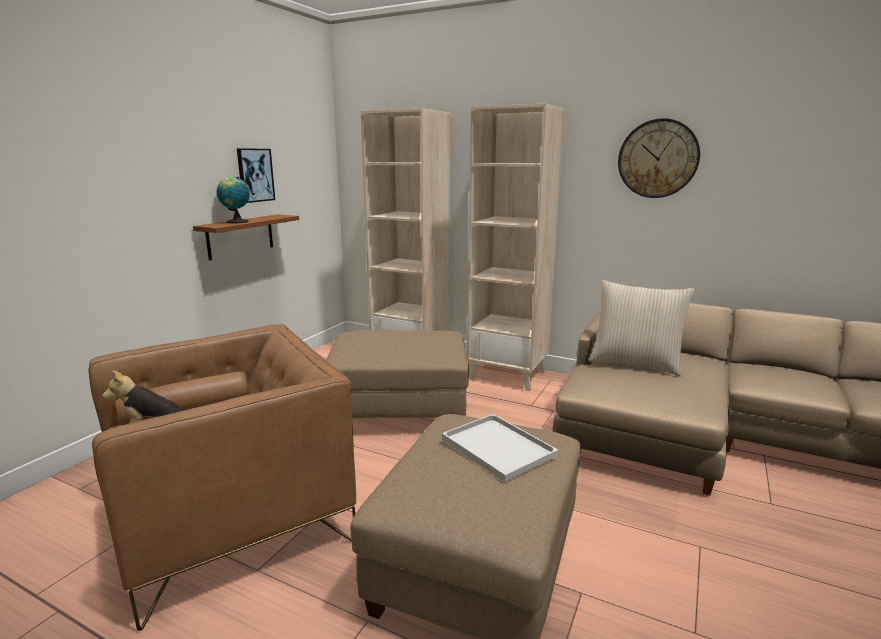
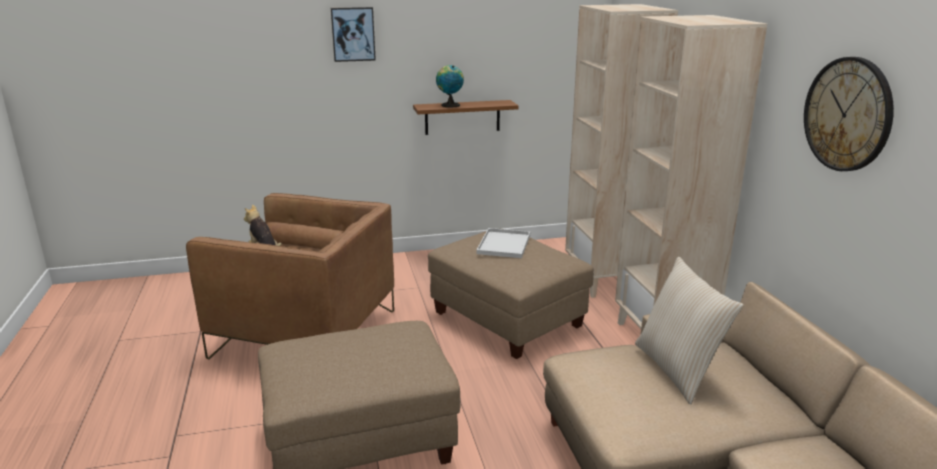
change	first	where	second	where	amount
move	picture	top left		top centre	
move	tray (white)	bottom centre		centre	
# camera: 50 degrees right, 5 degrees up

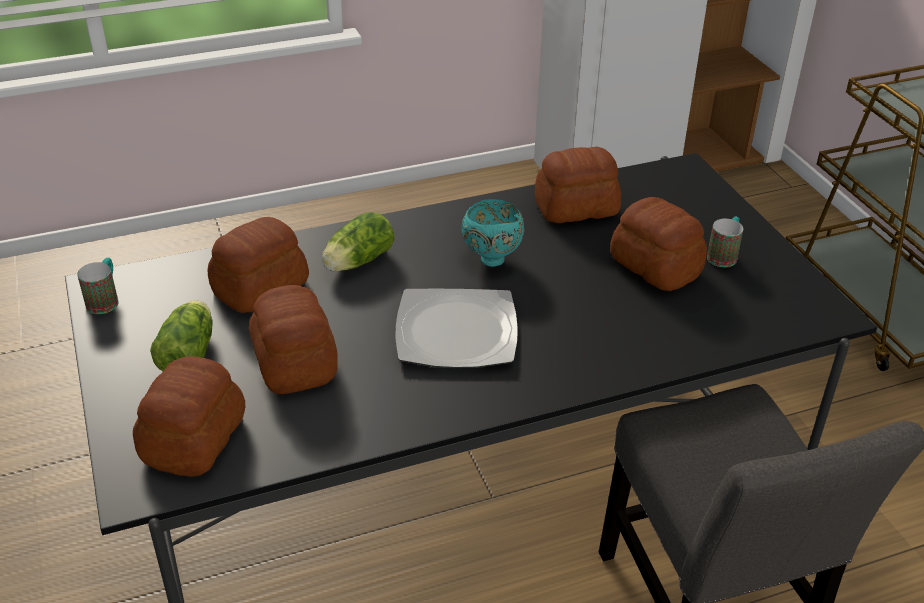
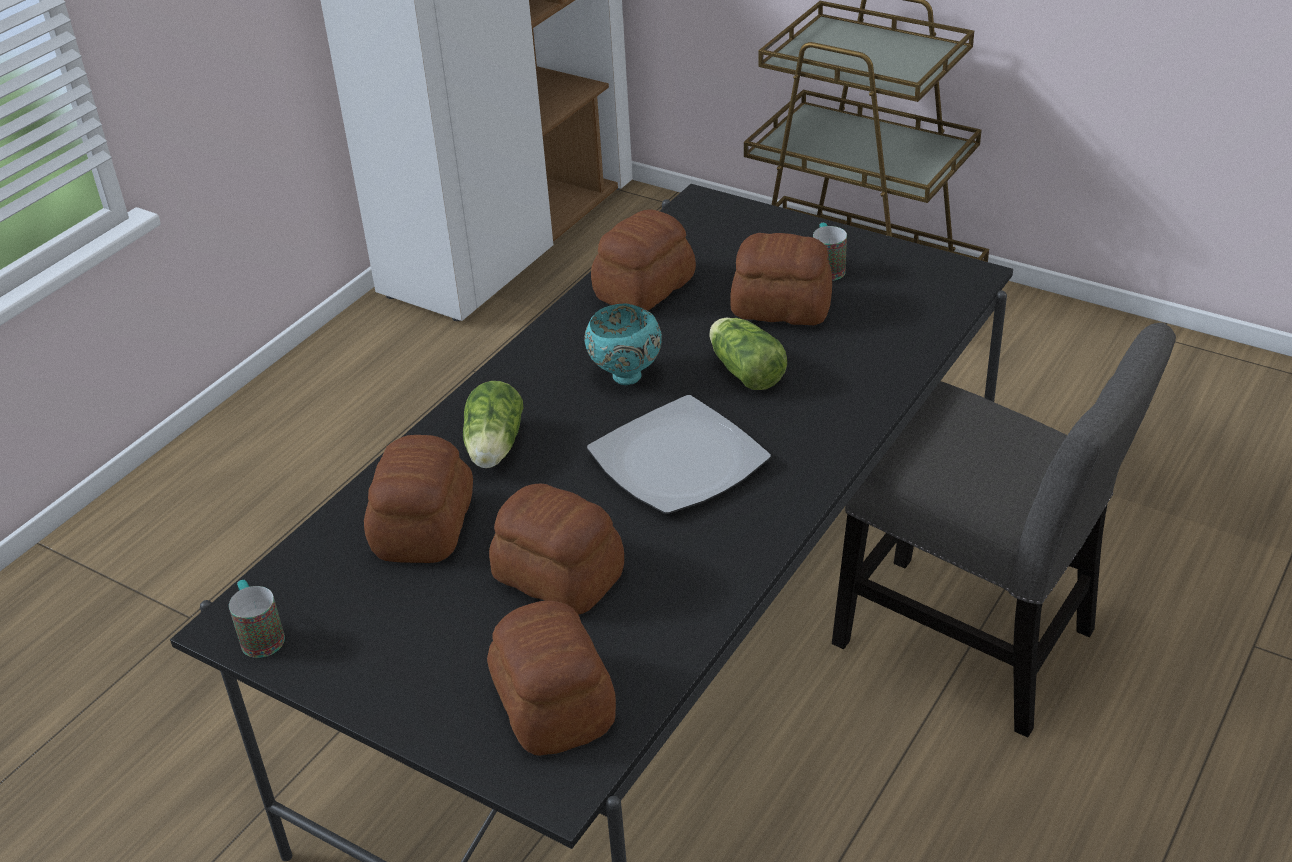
change	first	where	second	where	amount
move	lettuce (1st from left in the first image)	middle left	lettuce (2nd from left)	centre	
# camera: 35 degrees left, 0 degrees up

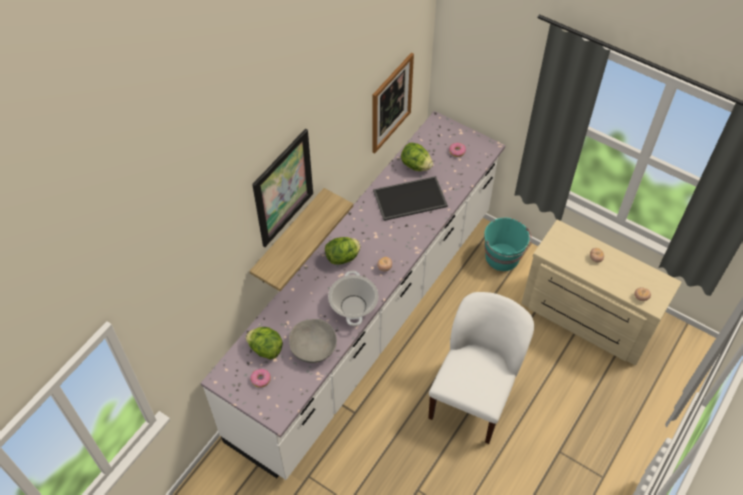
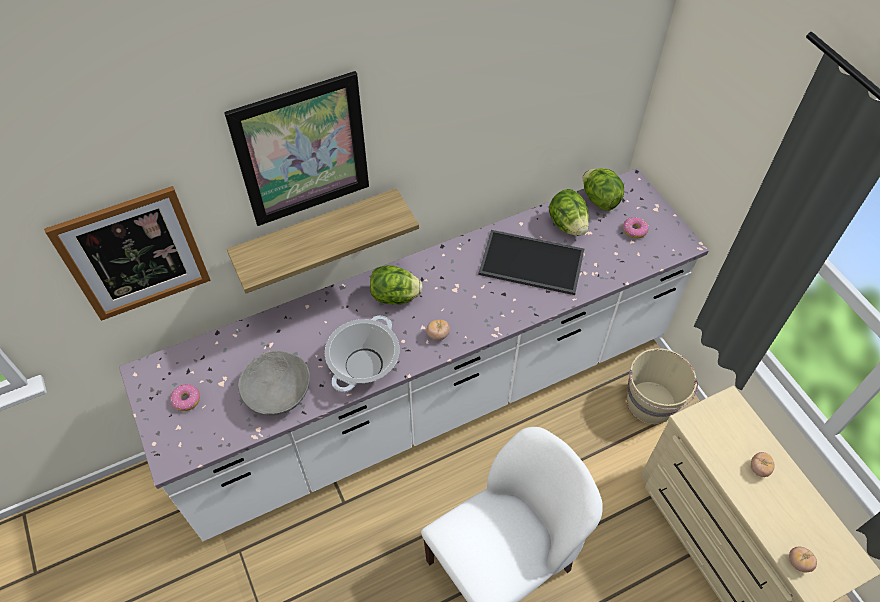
change	first	where	second	where	amount
move	picture (2nd from left in the first image)	top centre	picture (1st from left)	middle left	
move	lettuce (1st from left in the first image)	bottom centre	lettuce (3rd from left)	top right	
recolor	bucket (turquoise)	middle right	bucket (beige)	middle right	
# camera: 30 degrees right, 0 degrees up

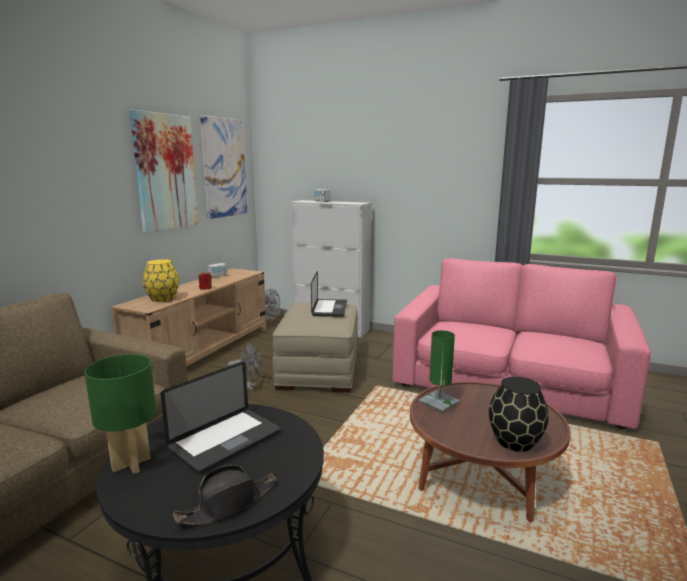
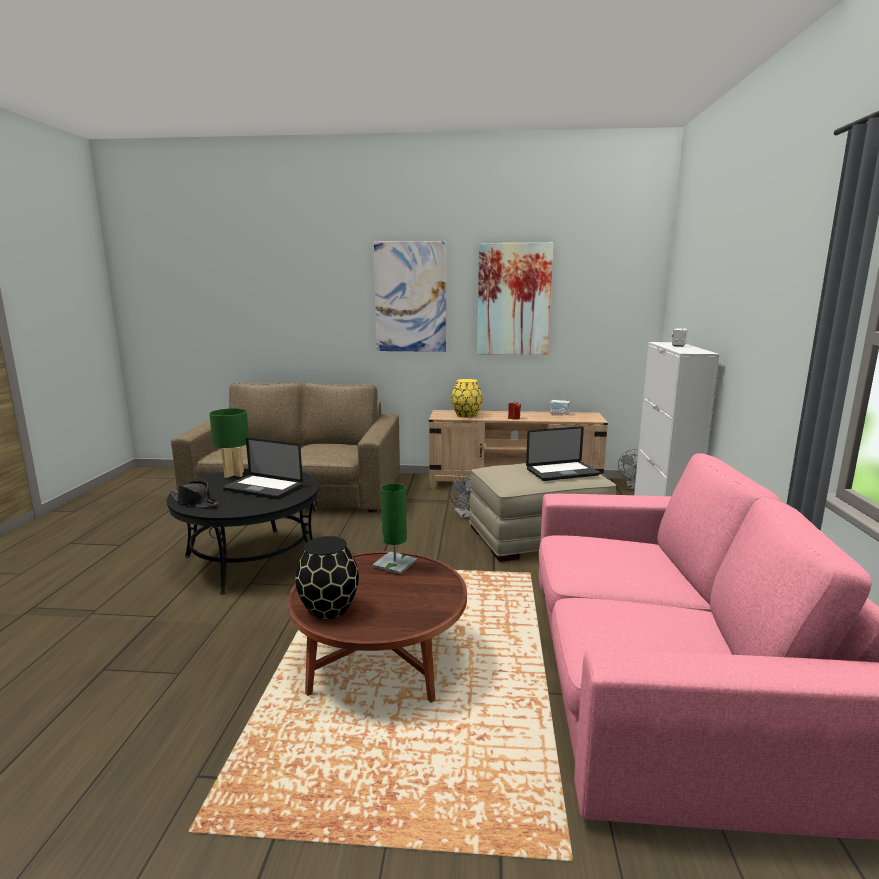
change	first	where	second	where	amount
move	picture (2nd from left in the first image)	top left	picture (1st from left)	centre	
# camera: 70 degrees right, 0 degrees up

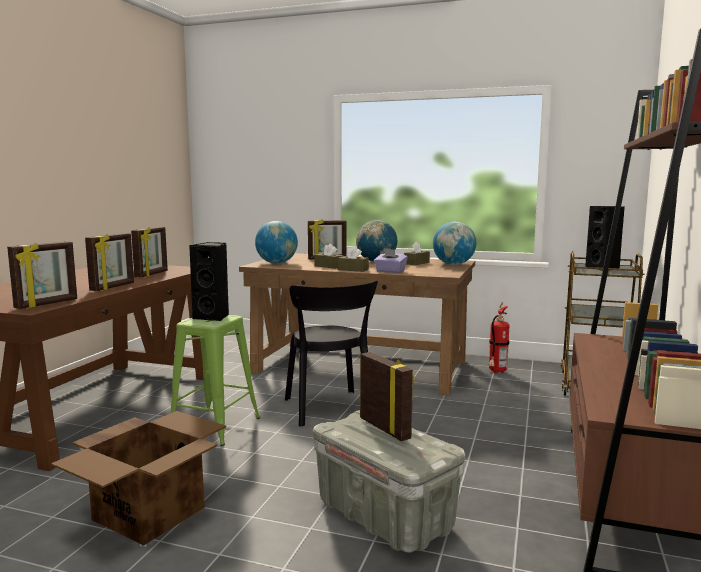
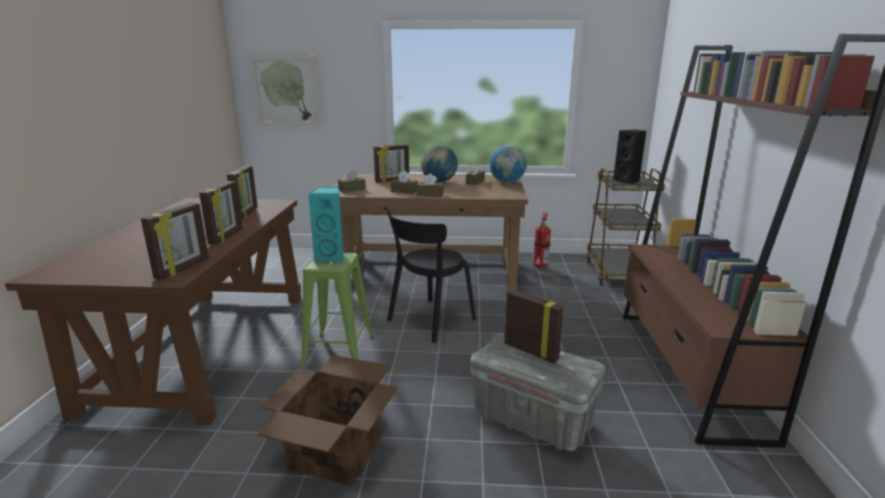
change	first	where	second	where	amount
insert			picture	top left	
recolor	speaker (black) (1st from left)	middle left	speaker (turquoise)	centre	
replace	globe (1st from left)	centre	tissue box (brown) (1st from left)	centre	
rotate	chair (black)	centre		centre	75 degrees clockwise
delete	tissue box (purple)	centre			
# camera: 15 degrees left, 10 degrees up

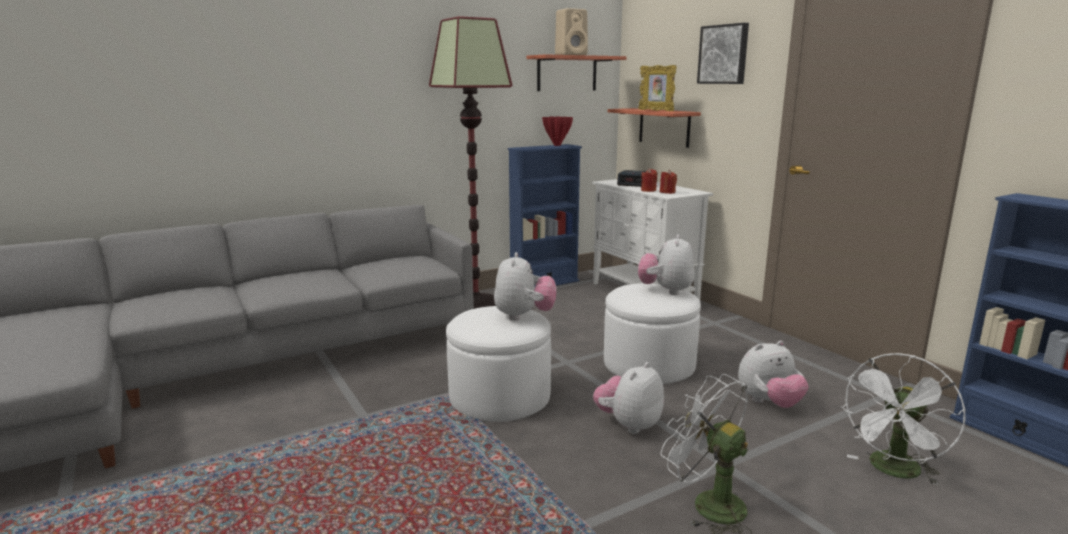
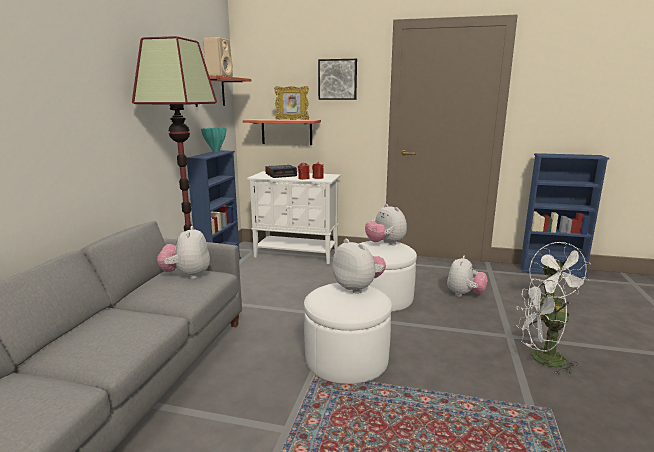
change	first	where	second	where	amount
move	plush toy (2nd from left in the first image)	bottom centre	plush toy (1st from left)	middle left	
recolor	vase (red)	top centre	vase (turquoise)	top left	
# camera: 45 degrees left, 0 degrees up

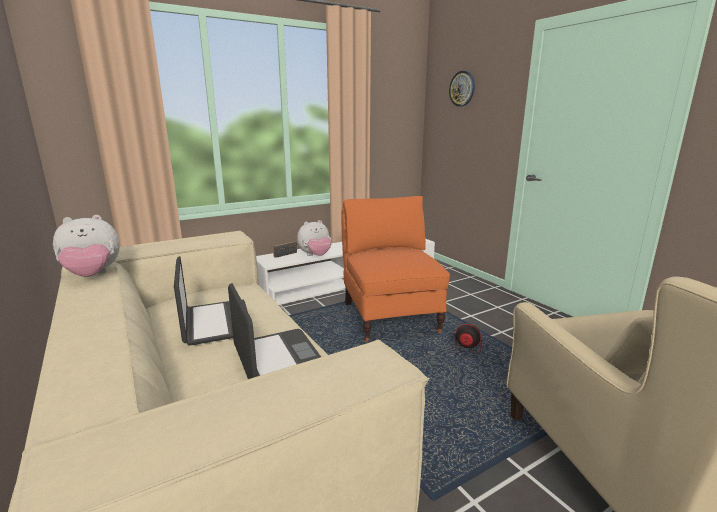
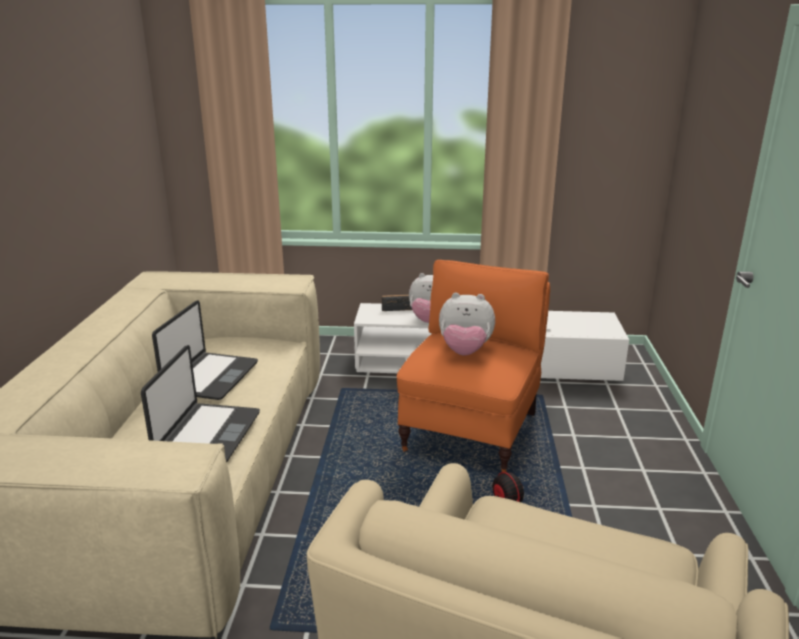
change	first	where	second	where	amount
move	plush toy (1st from left in the first image)	middle left	plush toy (2nd from left)	centre	
delete	wall clock	top centre			
# camera: 35 degrees right, 5 degrees up

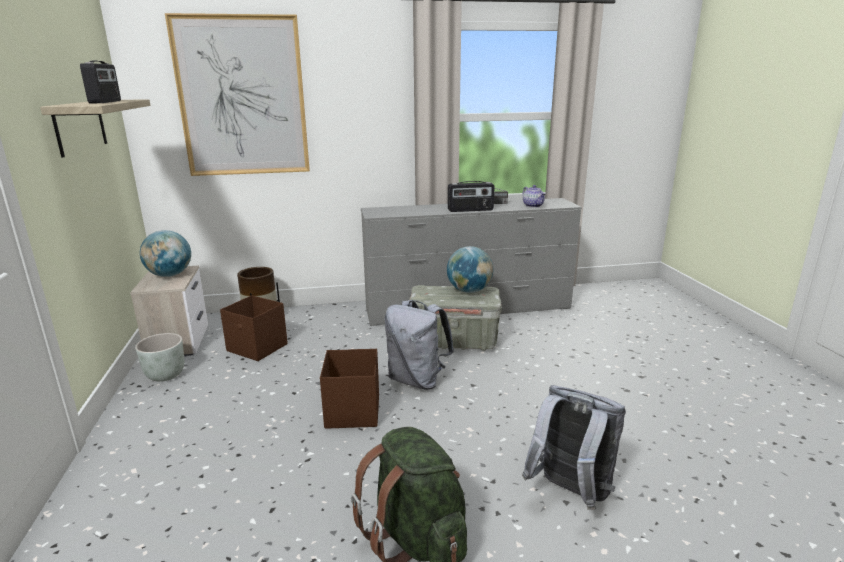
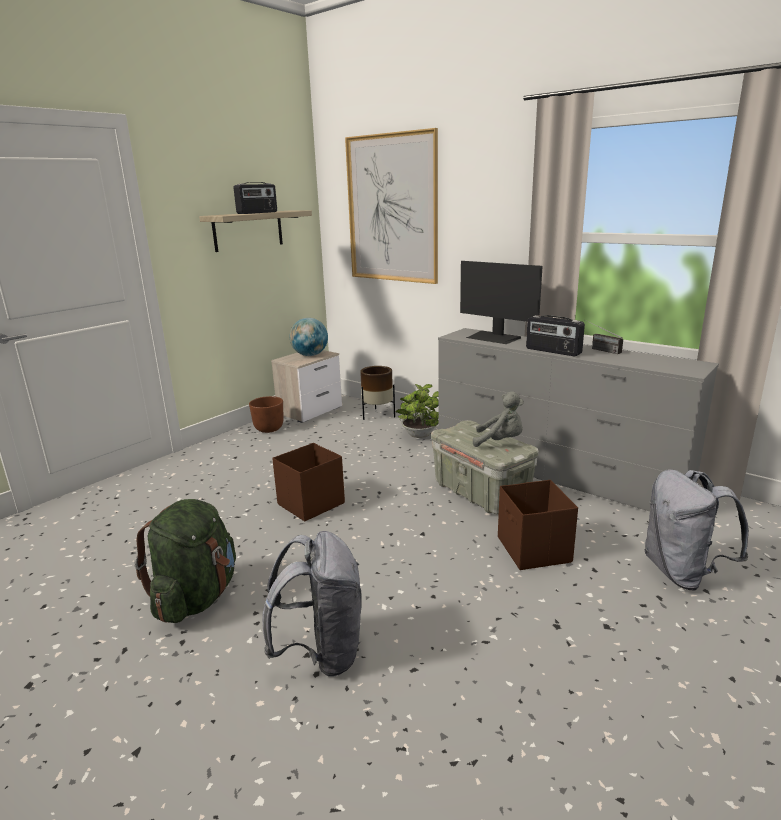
change	first	where	second	where	amount
recolor	planter (grey)	middle left	planter (brown) (1st from left)	centre	
insert			potted plant	centre	
insert			monitor	centre	
replace	globe (2nd from left)	centre	plush toy (grey)	centre	
move	storage box (brown) (1st from left in the first image)	middle left	storage box (brown) (2nd from left)	middle right	
move	backpack (grey) (1st from left in the first image)	centre	backpack (grey) (2nd from left)	middle right	
delete	teapot	centre			
# camera: 50 degrees right, 0 degrees up

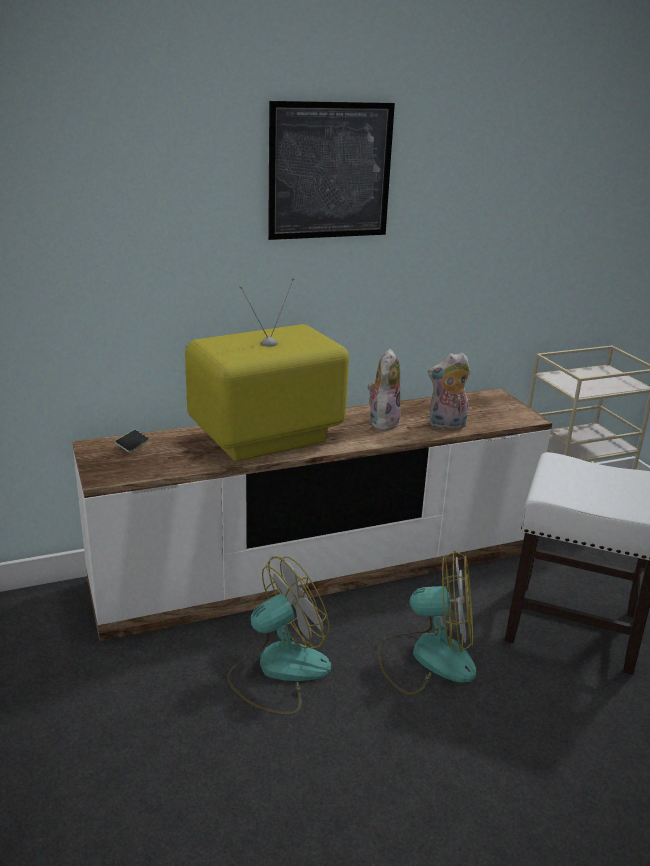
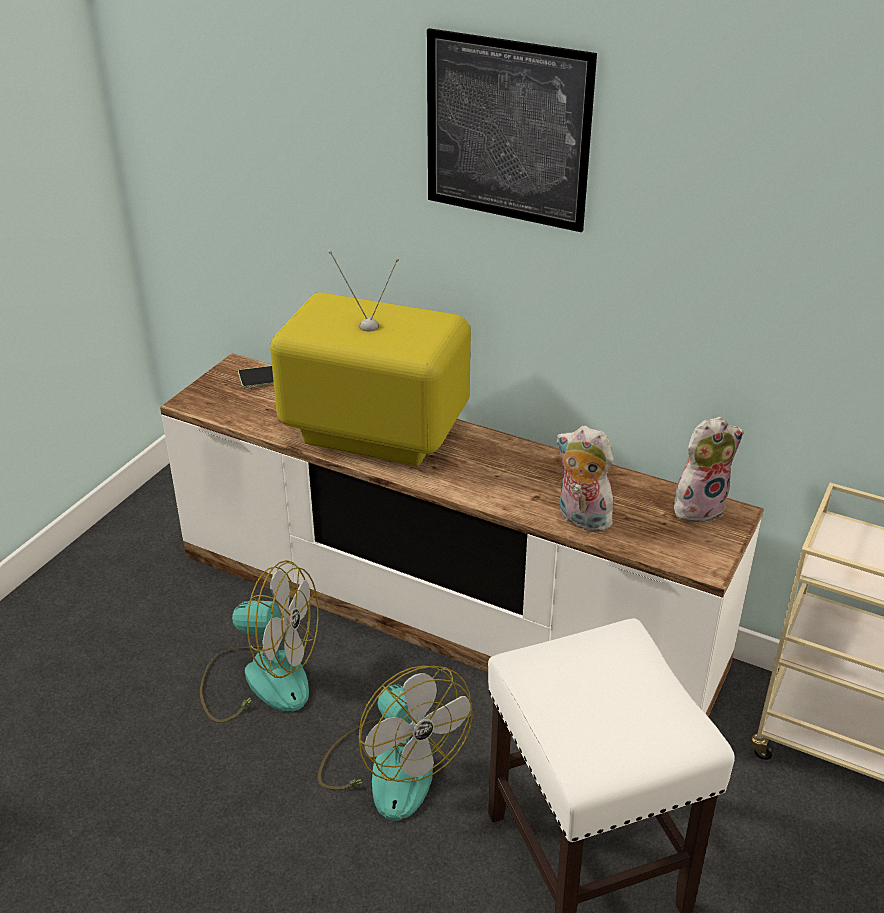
change	first	where	second	where	amount
move	plush toy (1st from left in the first image)	centre	plush toy (2nd from left)	middle right	
# camera: 50 degrees right, 10 degrees up

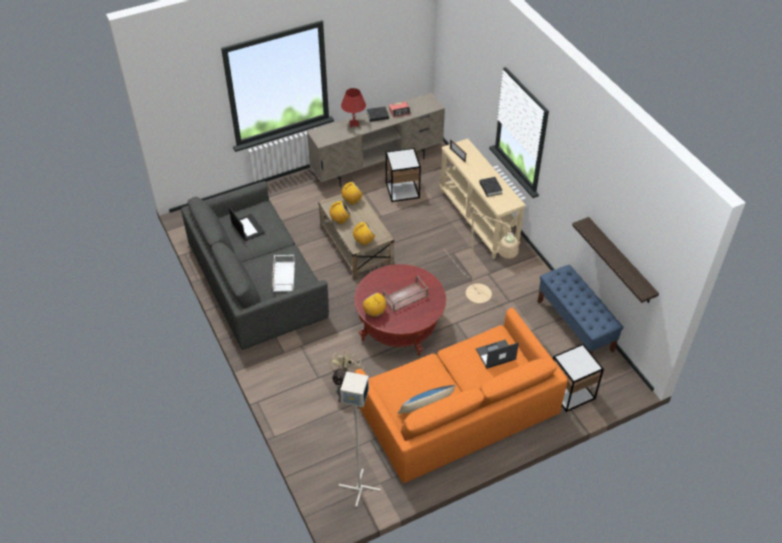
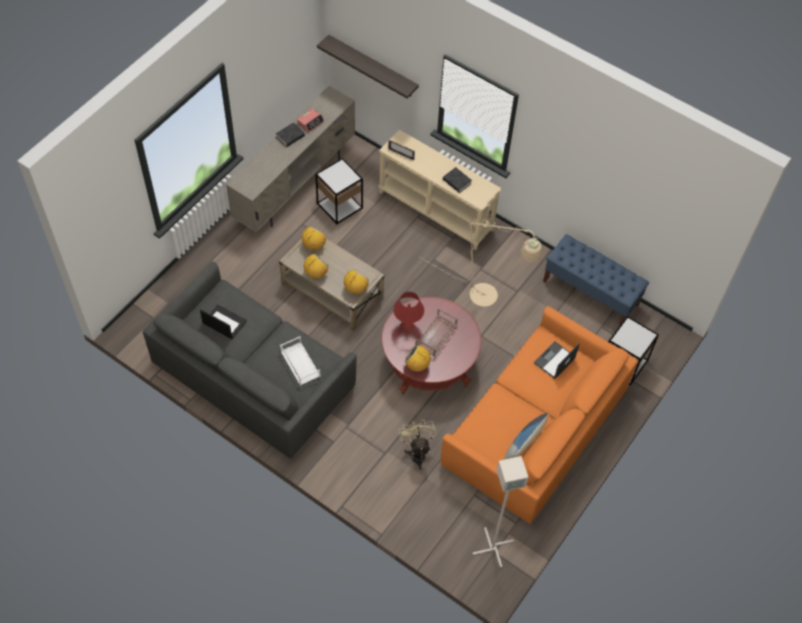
change	first	where	second	where	amount
move	shelf	middle right		top centre	
move	table lamp (red)	top centre		centre	
# camera: 30 degrees left, 10 degrees up

